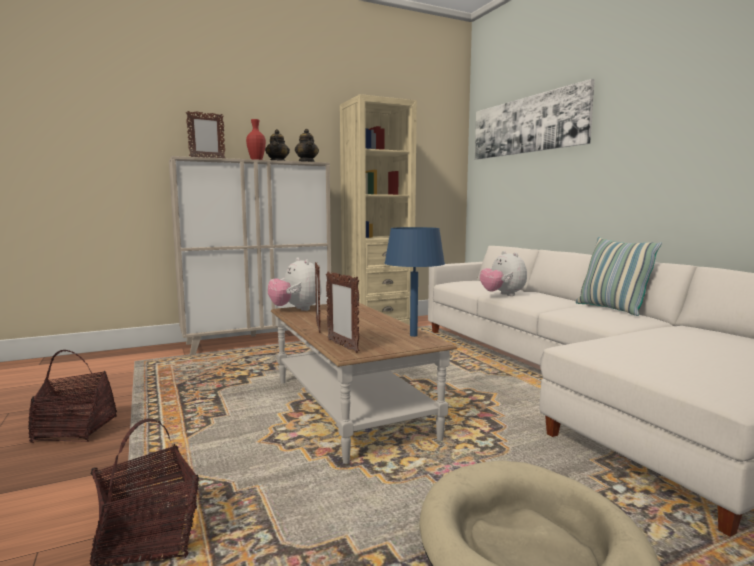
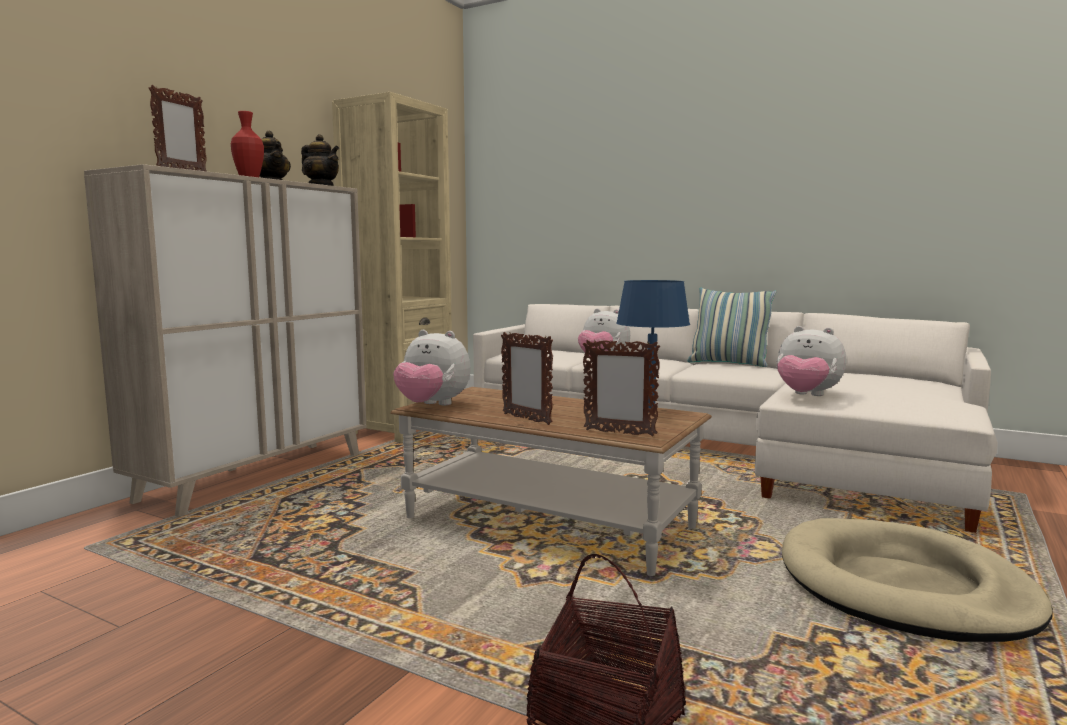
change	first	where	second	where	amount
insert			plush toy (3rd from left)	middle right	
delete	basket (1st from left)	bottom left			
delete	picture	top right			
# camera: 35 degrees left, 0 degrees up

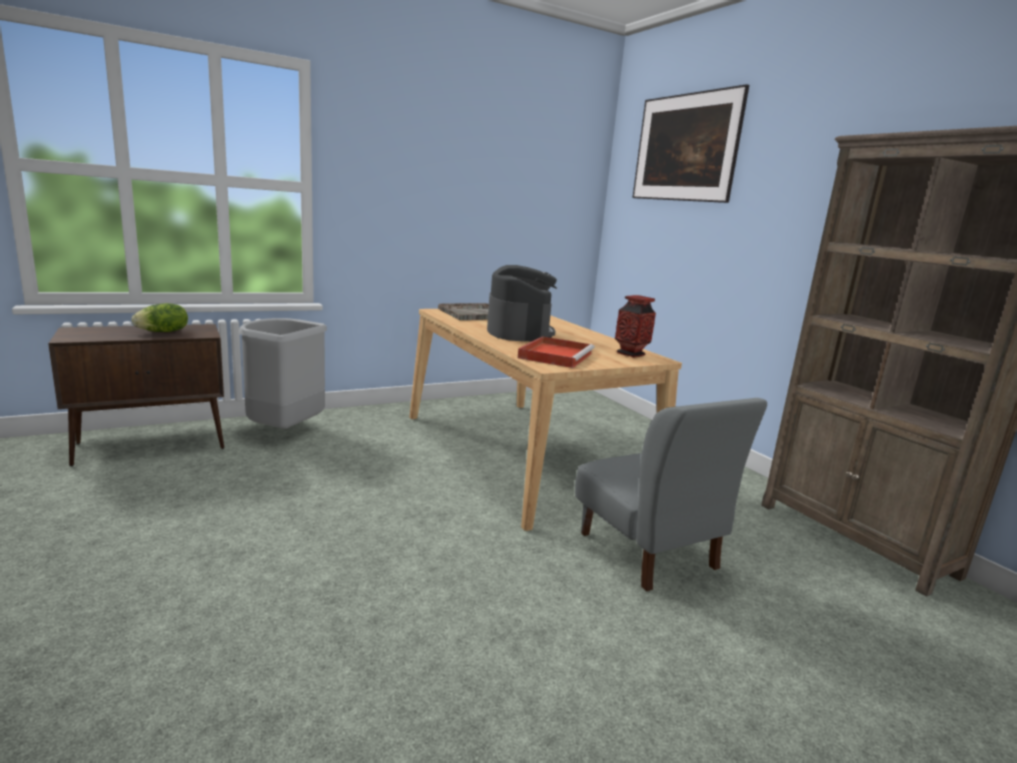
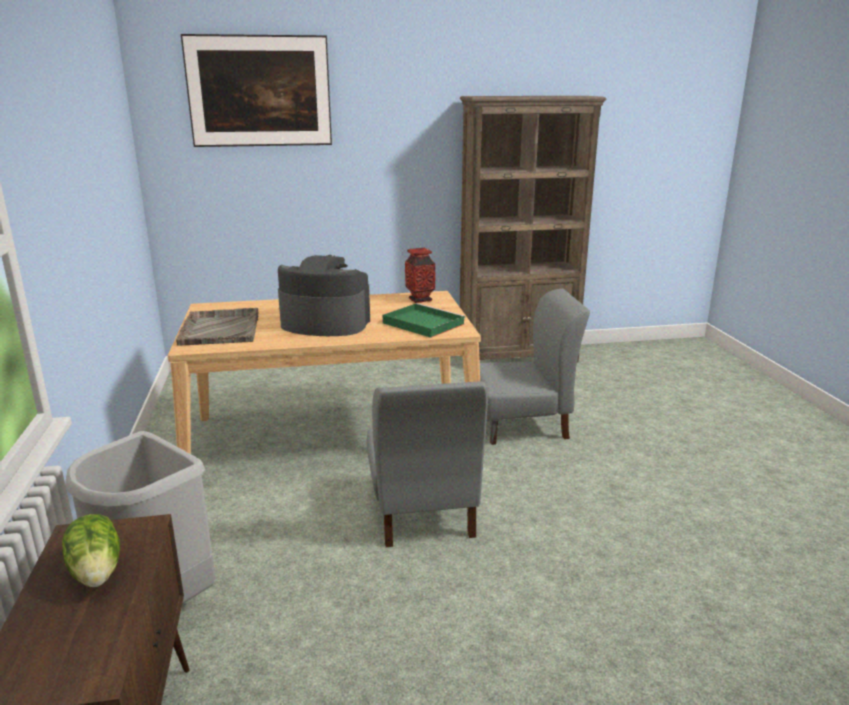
change	first	where	second	where	amount
insert			chair (grey) (1st from left)	centre	
recolor	tray (red)	centre	tray (green)	centre	
# camera: 70 degrees left, 5 degrees up

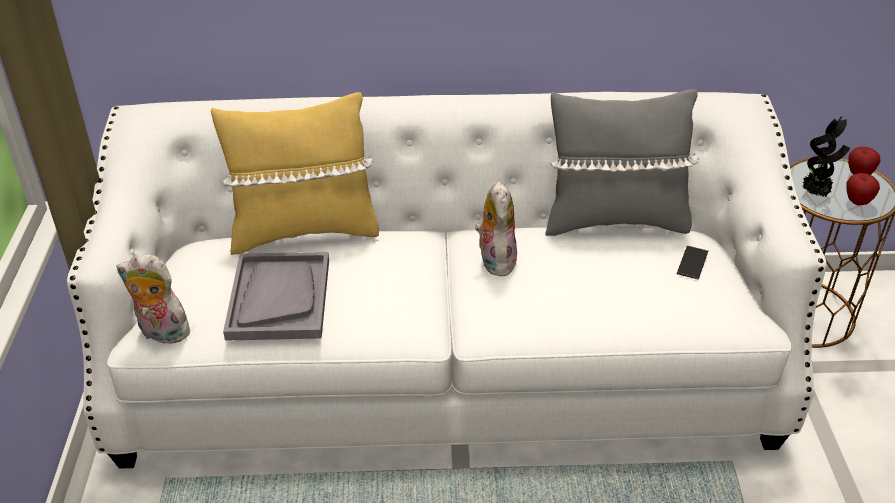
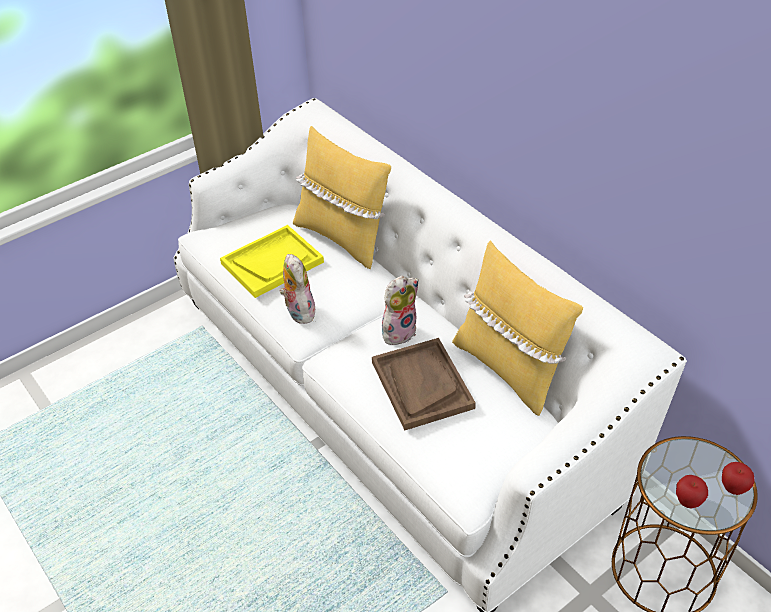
change	first	where	second	where	amount
recolor	tray (grey)	middle left	tray (yellow)	centre	
move	plush toy (1st from left)	middle left		centre	
insert			tray (brown)	centre	
recolor	pillow (grey)	top right	pillow (yellow) (2nd from left)	middle right	
delete	phone	middle right			
delete	potted plant	top right			
# camera: 55 degrees right, 5 degrees up

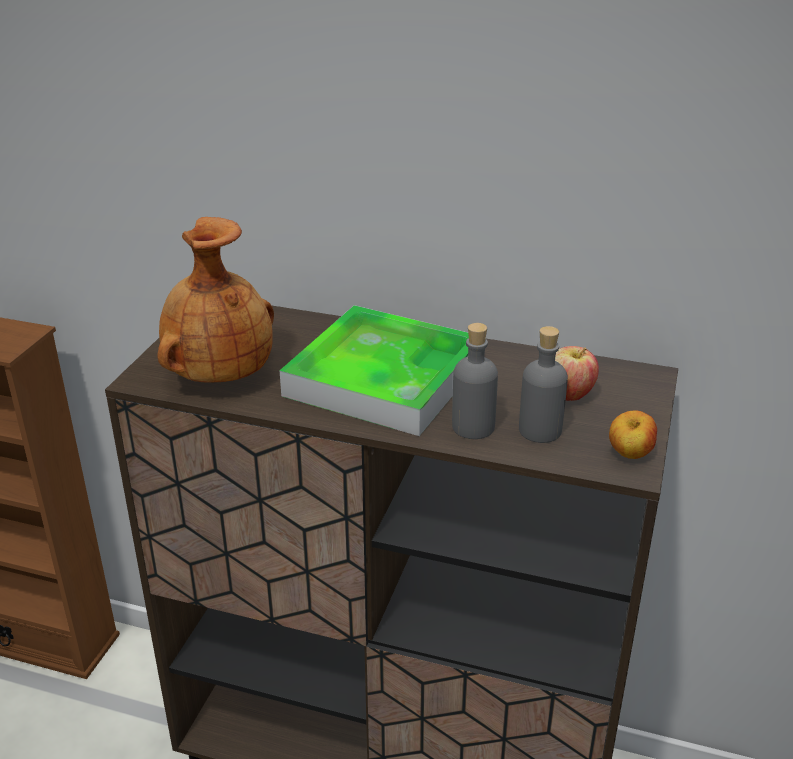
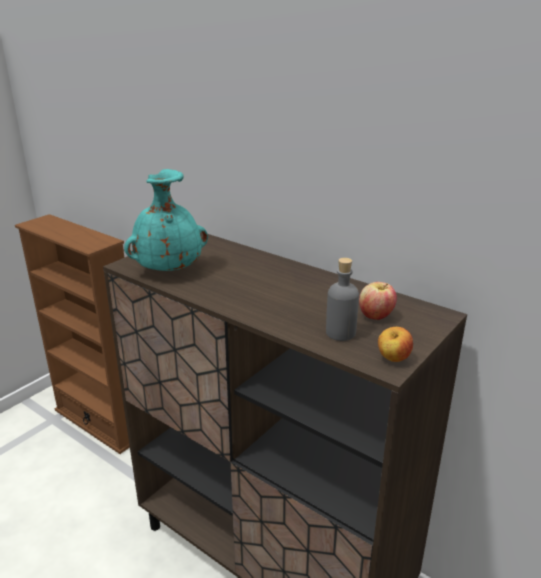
change	first	where	second	where	amount
recolor	vase (brown)	middle left	vase (turquoise)	middle left	
delete	tray	centre			
delete	bottle (grey) (1st from left)	centre			
# camera: 20 degrees right, 5 degrees down

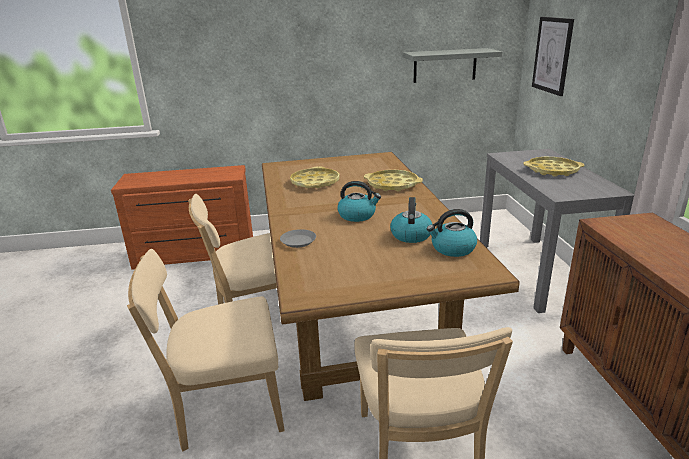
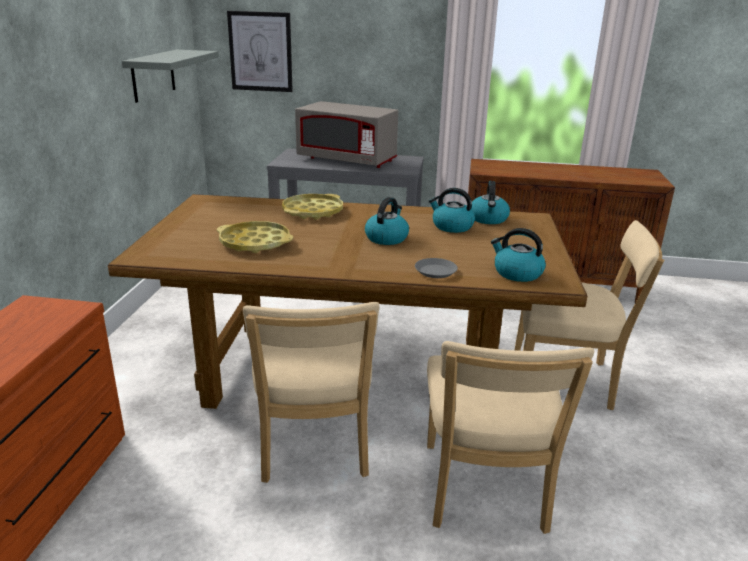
change	first	where	second	where	amount
replace	tray (yellow) (3rd from left)	middle right	microwave (grey)	top centre	
insert			kettle (4th from left)	middle right	
# camera: 75 degrees left, 0 degrees up

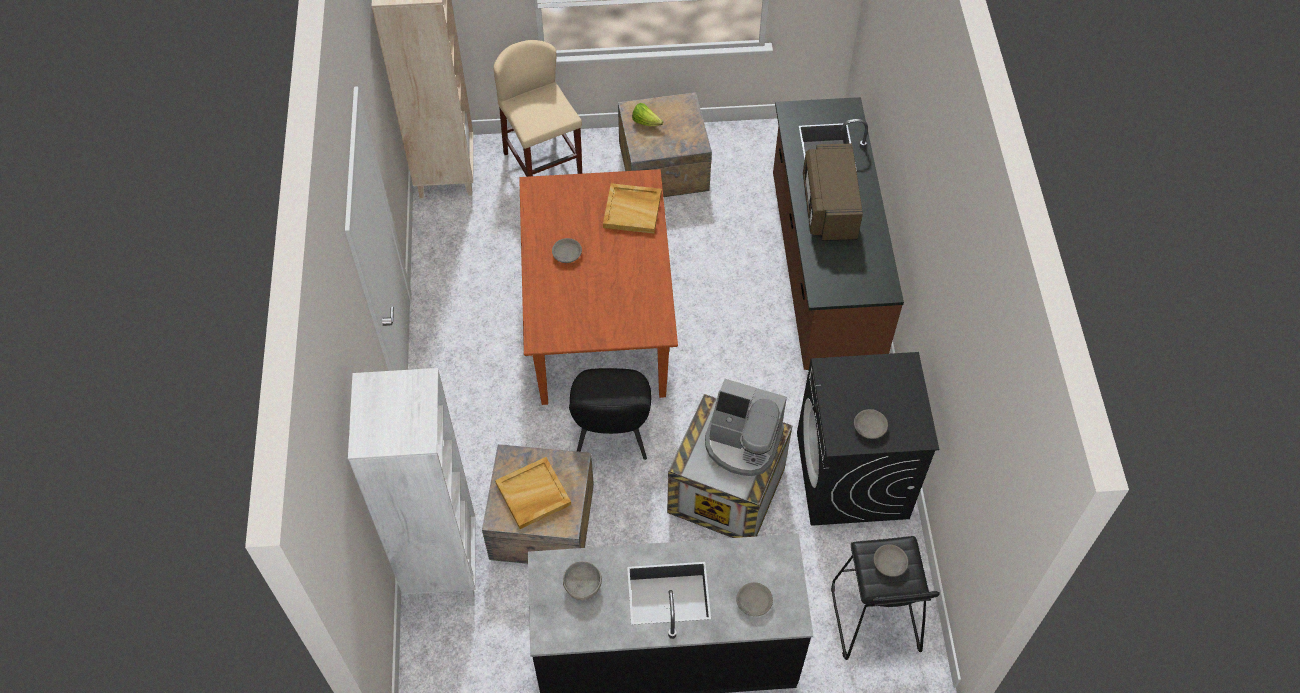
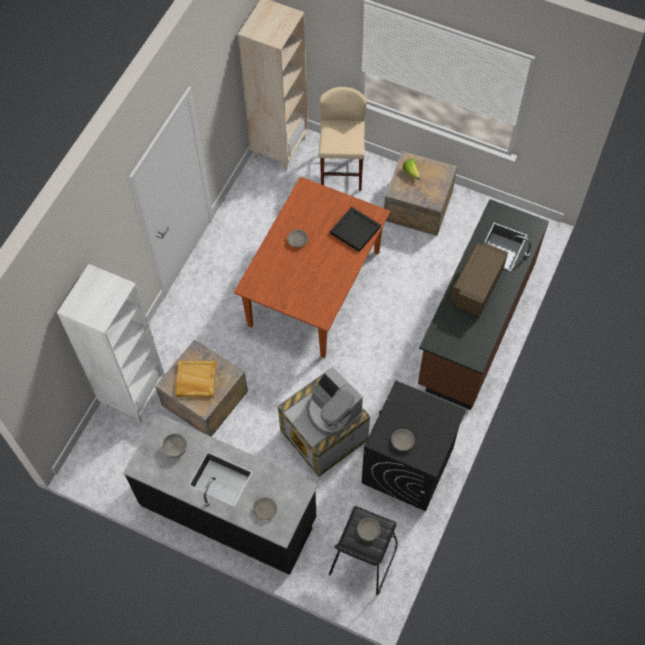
change	first	where	second	where	amount
recolor	tray (beige) (2nd from left)	top centre	tray (black)	centre	
delete	chair (black)	centre			
# camera: 30 degrees right, 5 degrees up

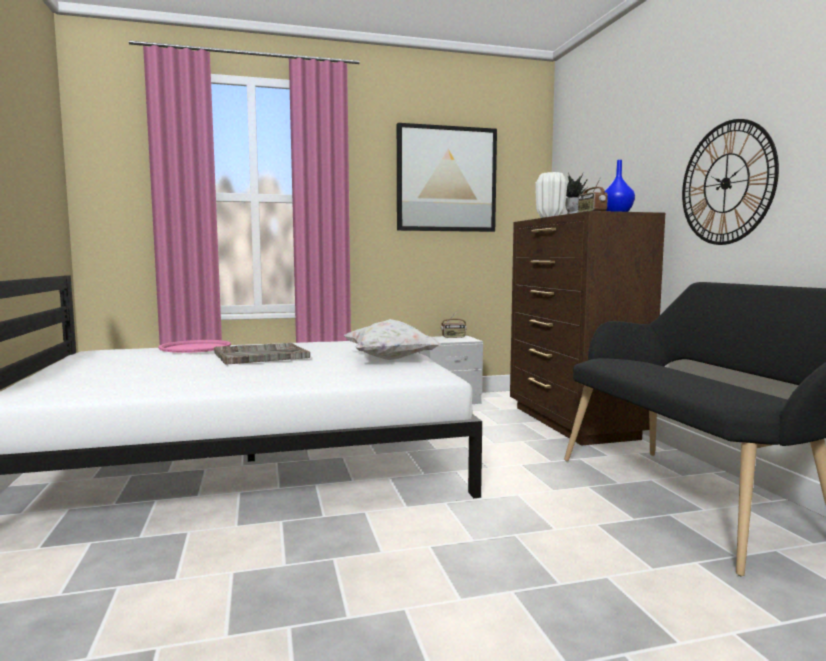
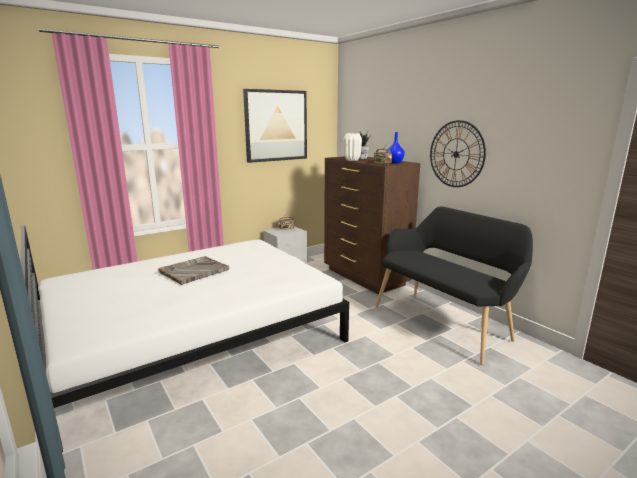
change	first	where	second	where	amount
delete	tray (pink)	middle left			
delete	pillow (white)	centre			
# camera: 20 degrees left, 10 degrees up

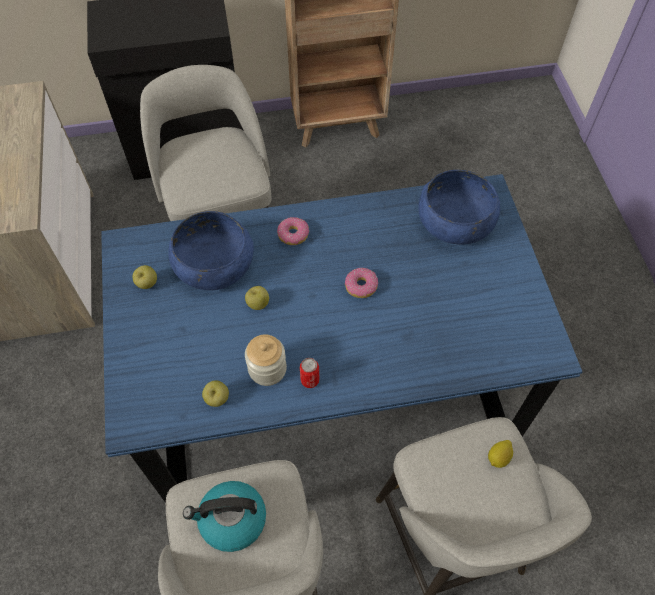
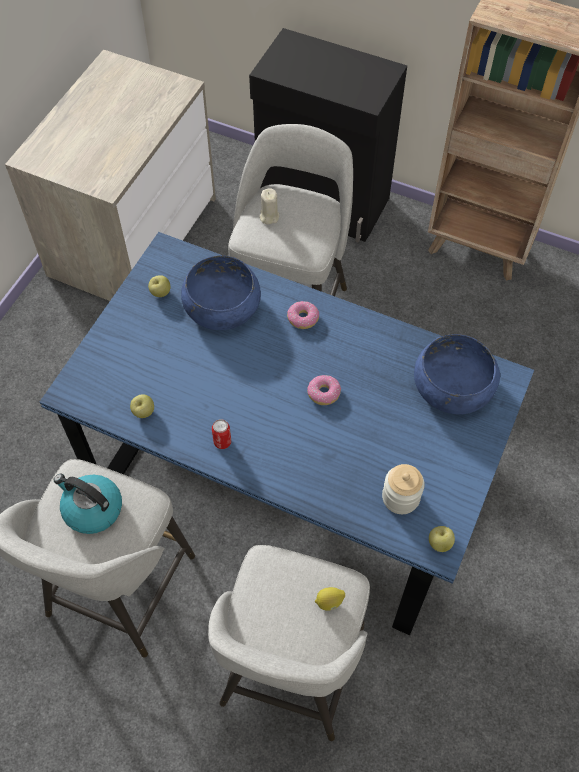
change	first	where	second	where	amount
insert			candle (beige)	top centre	
move	jar	centre		middle right	
move	apple (3rd from left)	centre		bottom right	
# camera: 35 degrees right, 0 degrees up

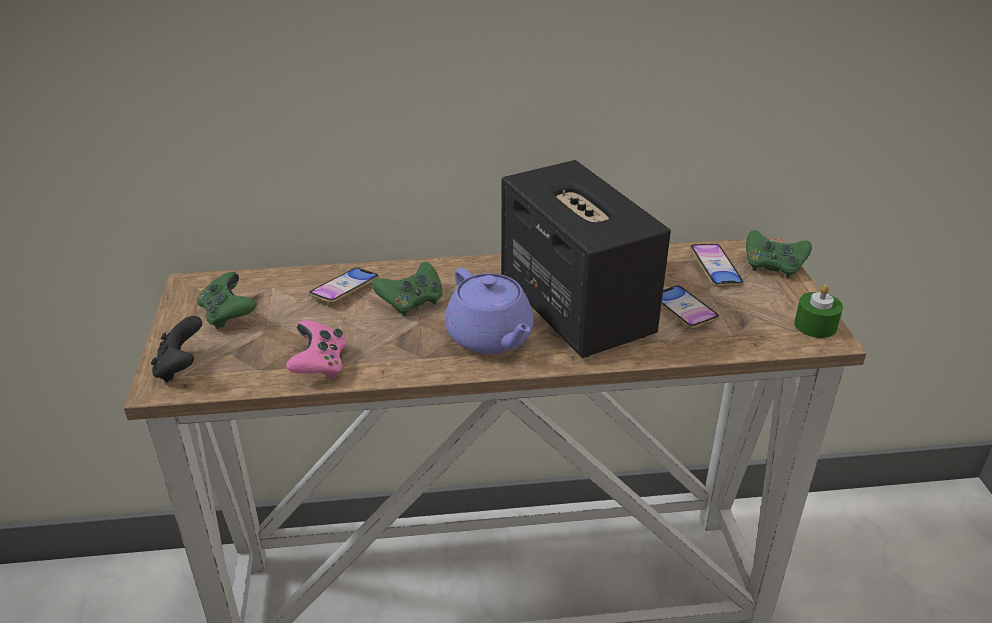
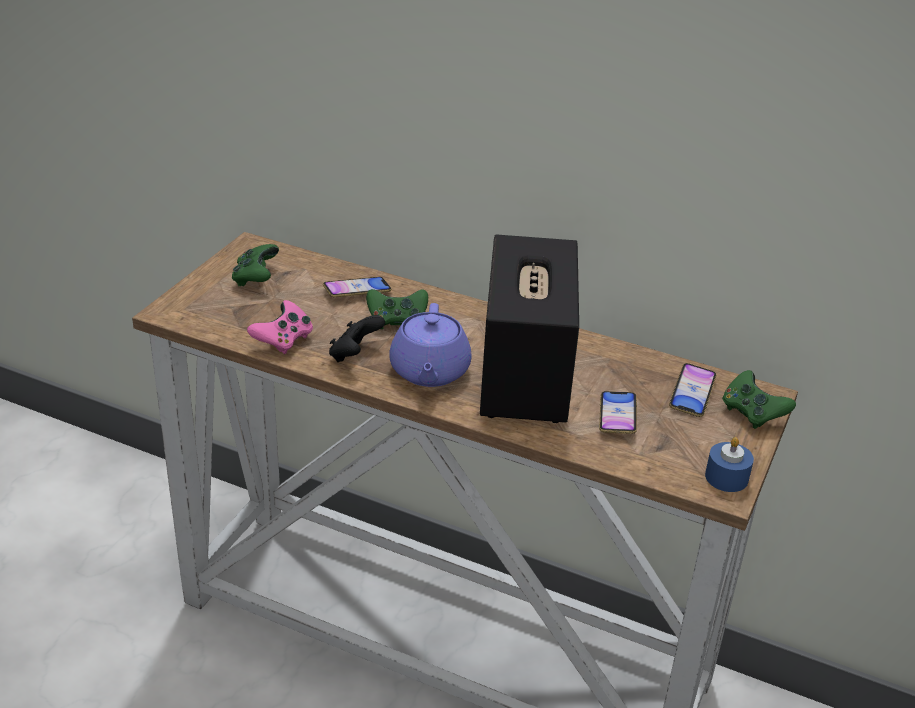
change	first	where	second	where	amount
move	game controller (black)	middle left		centre	
recolor	candle (green)	middle right	candle (blue)	middle right	
# camera: 30 degrees right, 0 degrees up

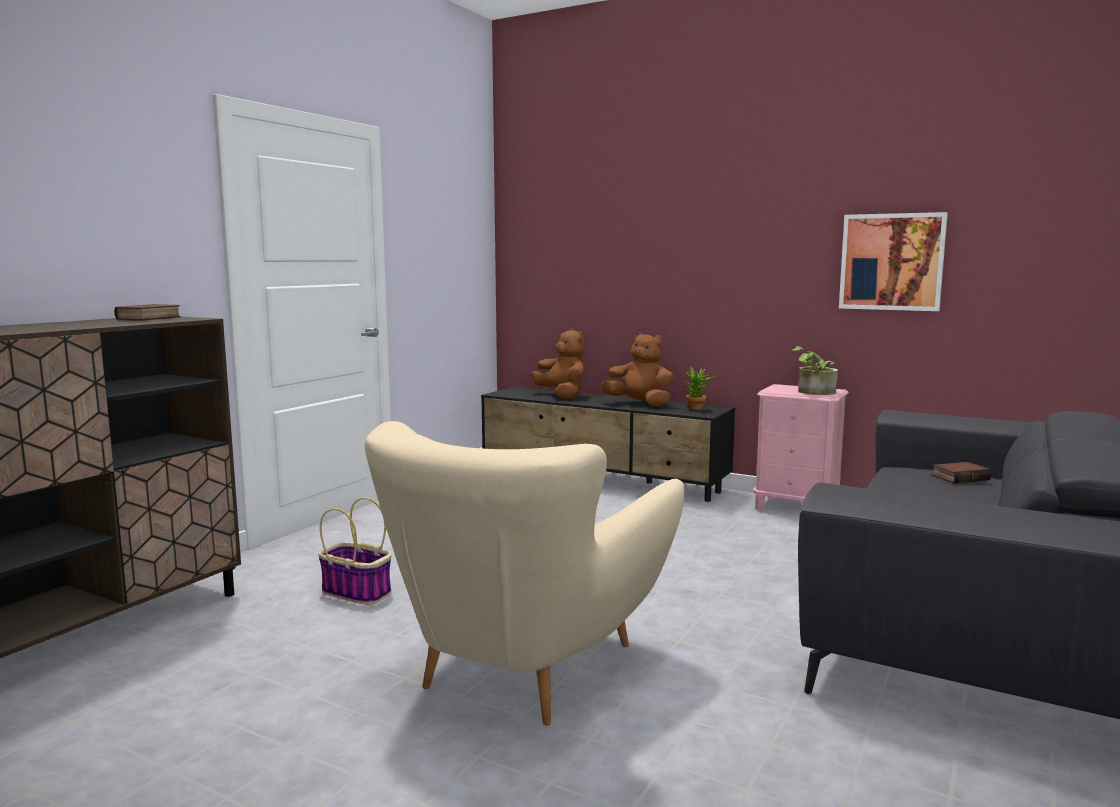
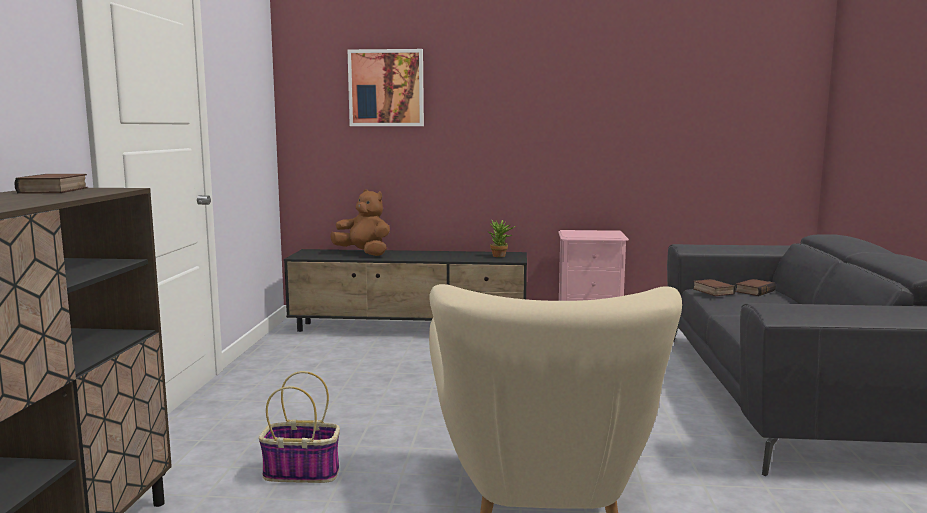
change	first	where	second	where	amount
move	picture	top right		top centre	
insert			book (2nd from left)	middle right	
delete	plush toy (brown) (2nd from left)	centre			
delete	potted plant (2nd from left)	middle right			
# camera: 25 degrees left, 0 degrees up

